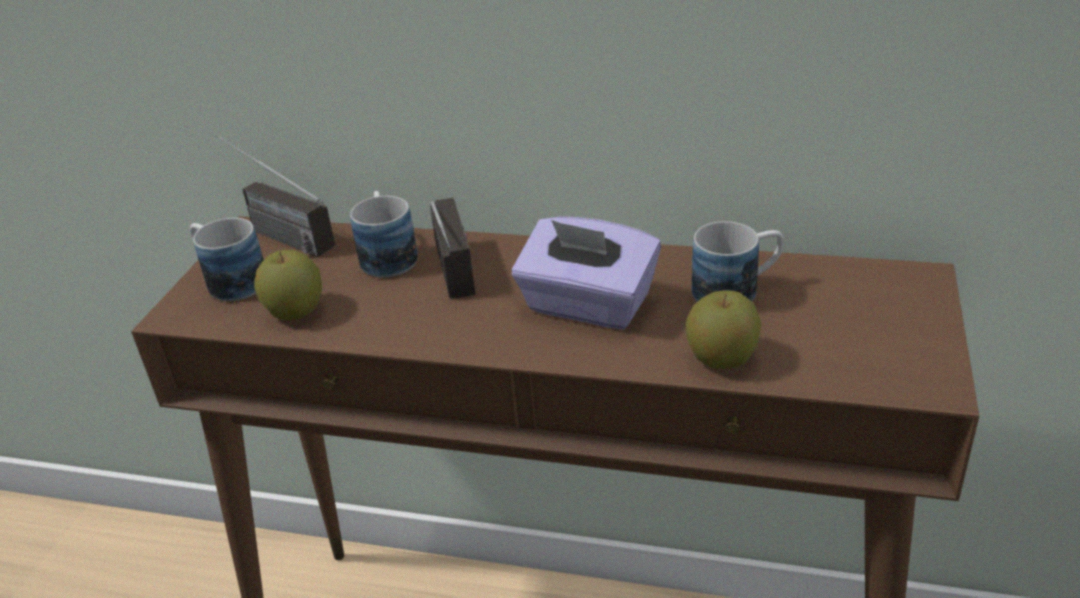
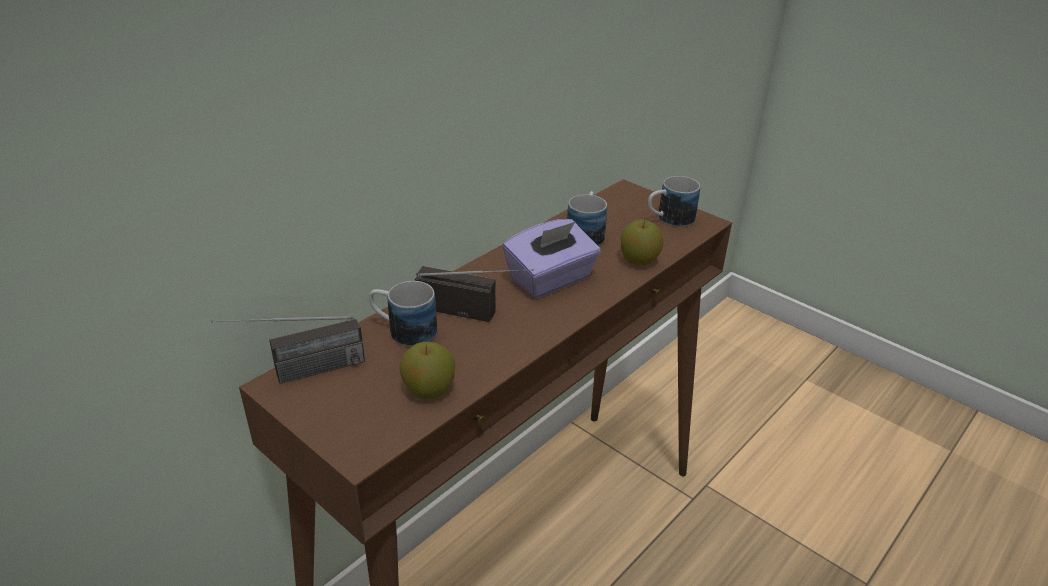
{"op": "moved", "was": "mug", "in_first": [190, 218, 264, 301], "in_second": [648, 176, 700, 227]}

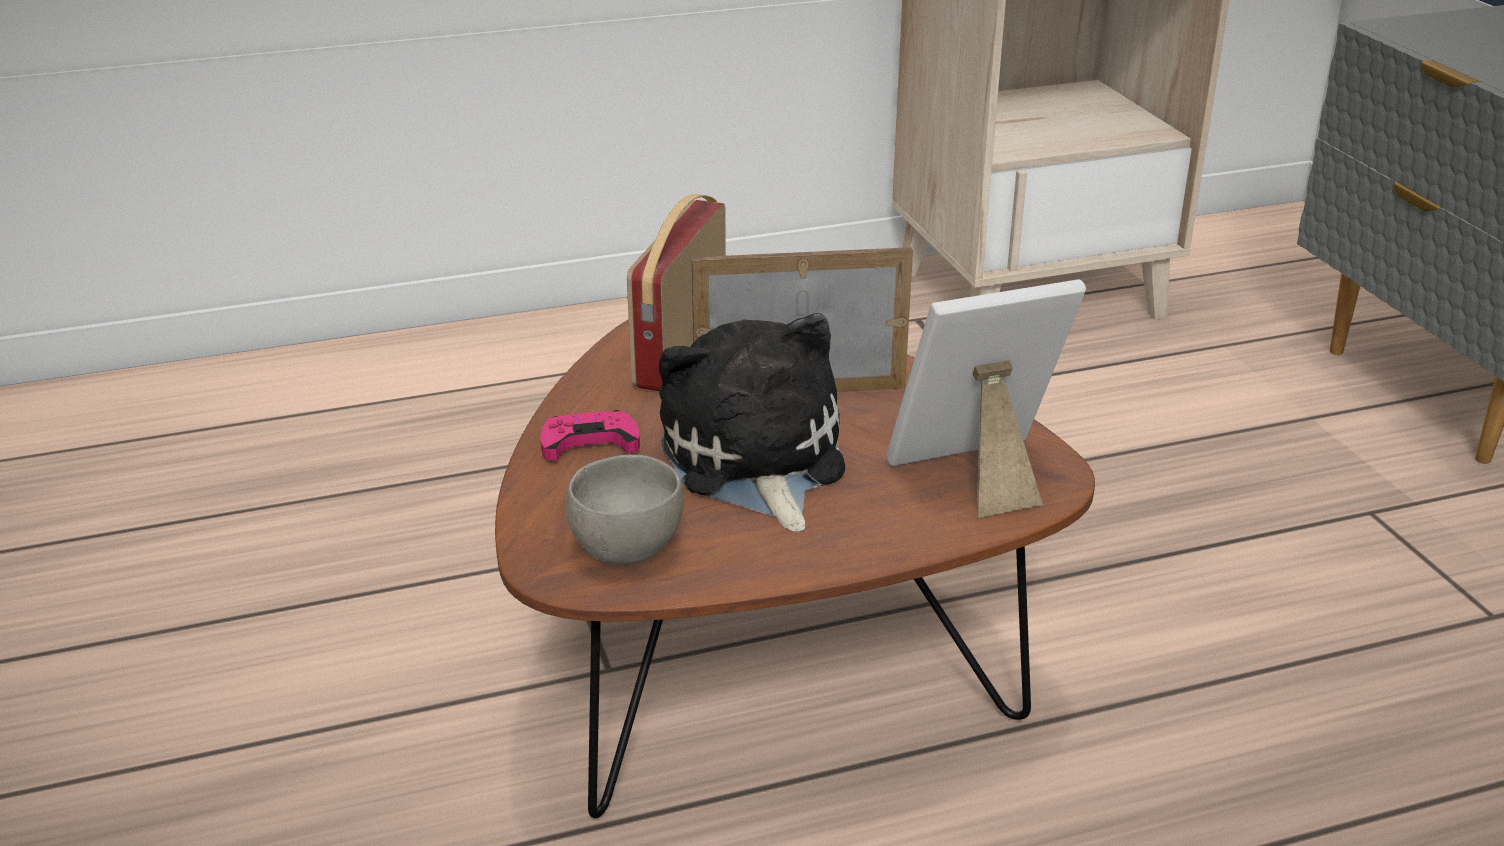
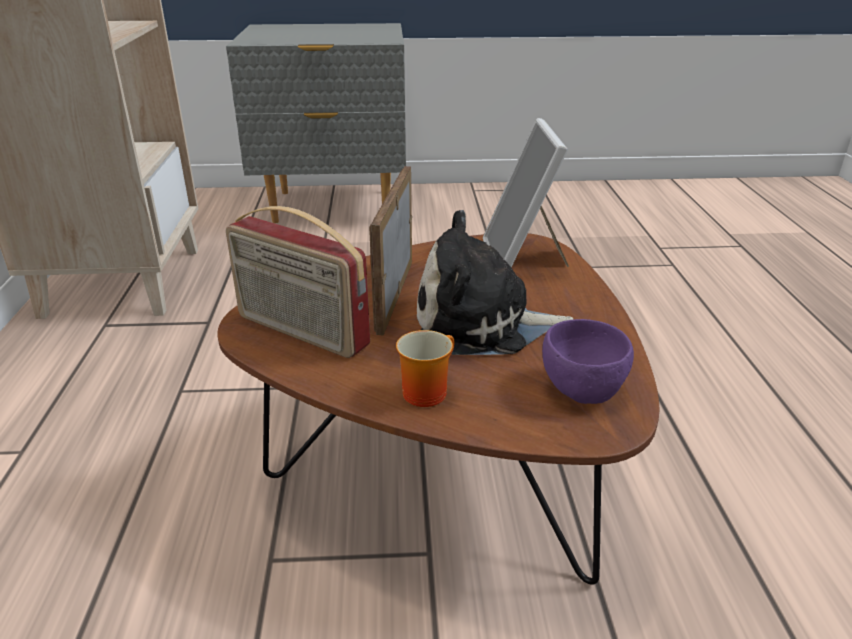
{"op": "replaced", "was": "pink game controller", "now": "mug", "in_first": [540, 410, 640, 460], "in_second": [396, 330, 455, 407]}
{"op": "recoloured", "was": "grey bowl", "now": "purple bowl", "in_first": [565, 455, 684, 564], "in_second": [542, 319, 634, 404]}

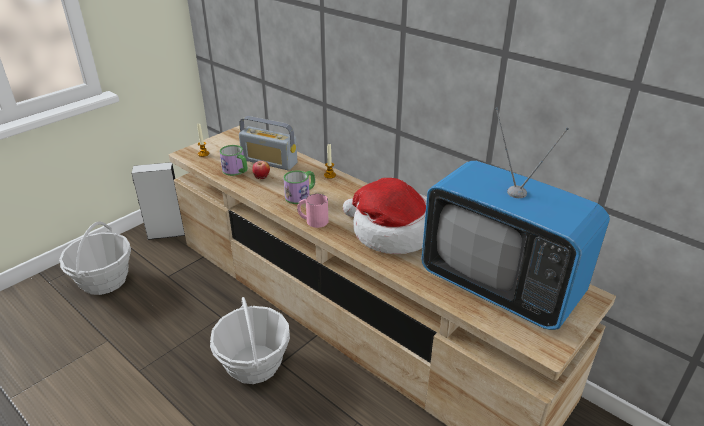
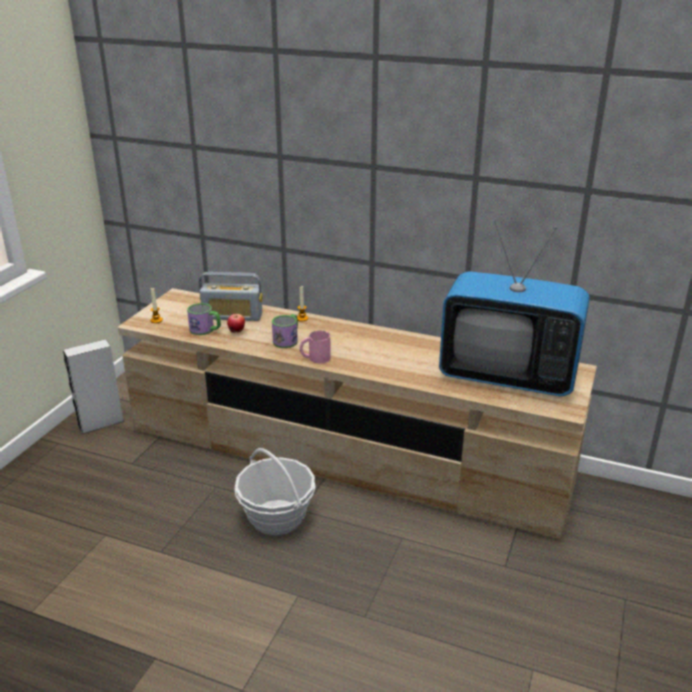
{"op": "removed", "was": "hat", "in_first": [343, 178, 427, 254]}
{"op": "removed", "was": "basket", "in_first": [59, 221, 131, 295]}

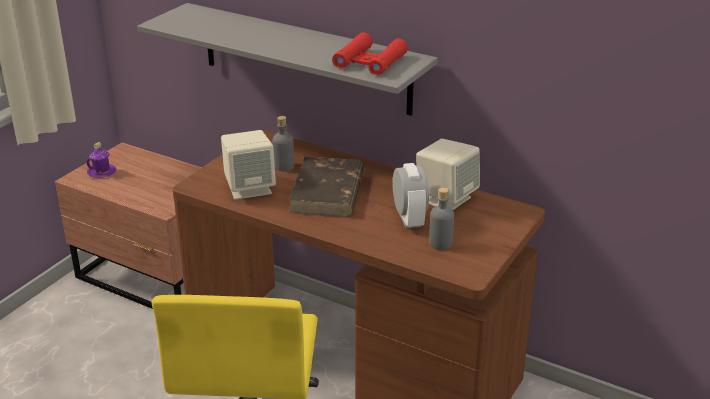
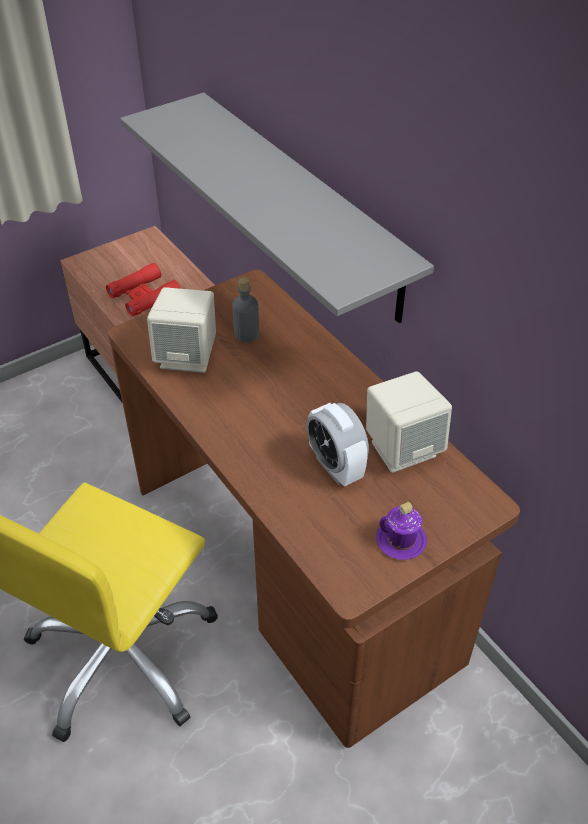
{"op": "moved", "was": "red binoculars", "in_first": [332, 32, 408, 75], "in_second": [106, 263, 181, 317]}
{"op": "moved", "was": "purple mug", "in_first": [86, 142, 116, 178], "in_second": [376, 502, 427, 560]}
{"op": "removed", "was": "brown book", "in_first": [288, 157, 364, 217]}
{"op": "turned", "was": "alarm clock", "in_first": [393, 163, 429, 229], "in_second": [307, 403, 369, 487], "clockwise": 135}
{"op": "removed", "was": "grey bottle", "in_first": [429, 188, 454, 250]}

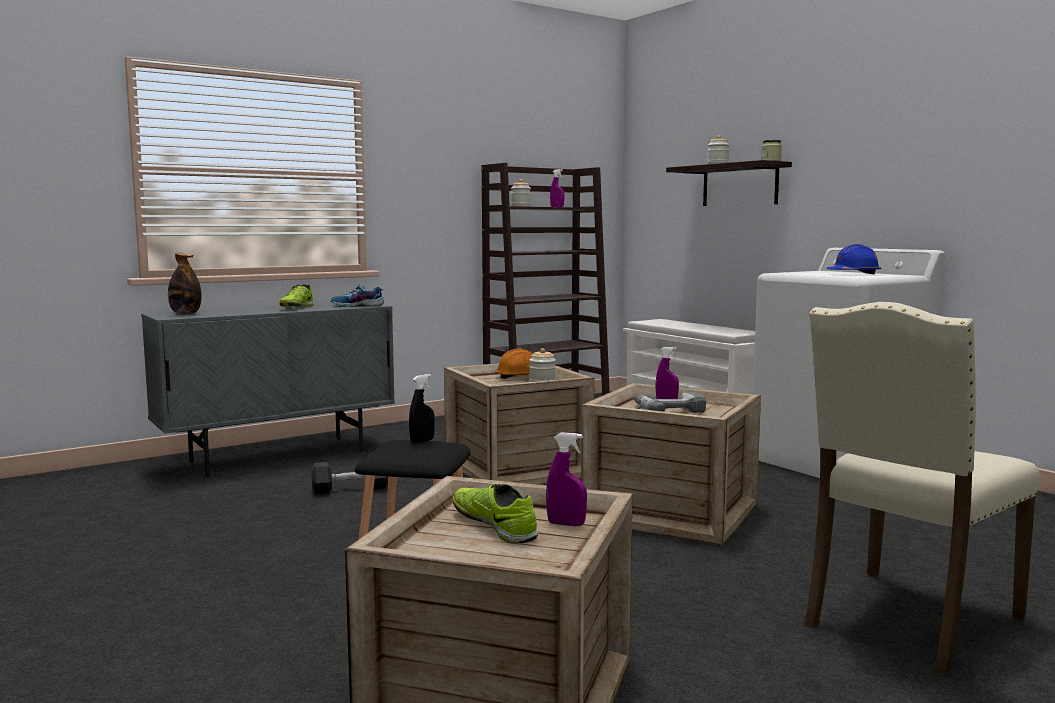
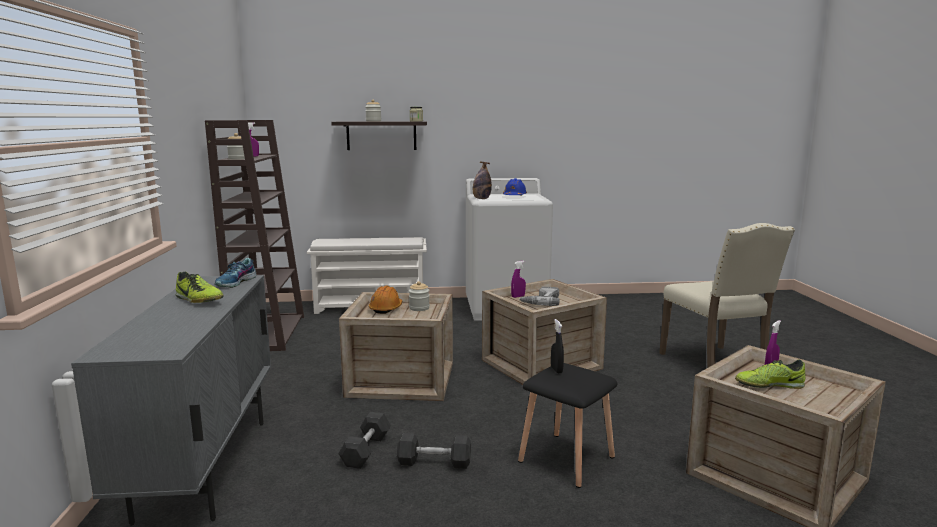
{"op": "moved", "was": "bottle", "in_first": [168, 253, 202, 315], "in_second": [473, 161, 492, 199]}
{"op": "added", "now": "grey dumbbell", "in_second": [397, 433, 471, 469]}

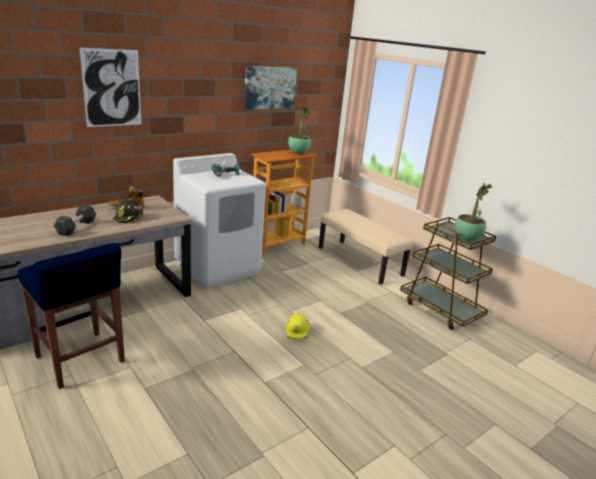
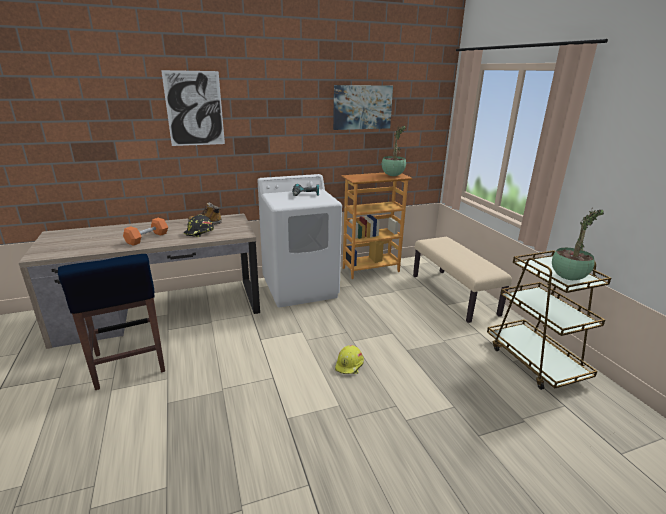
{"op": "recoloured", "was": "black dumbbell", "now": "orange dumbbell", "in_first": [54, 205, 97, 236], "in_second": [123, 218, 168, 246]}

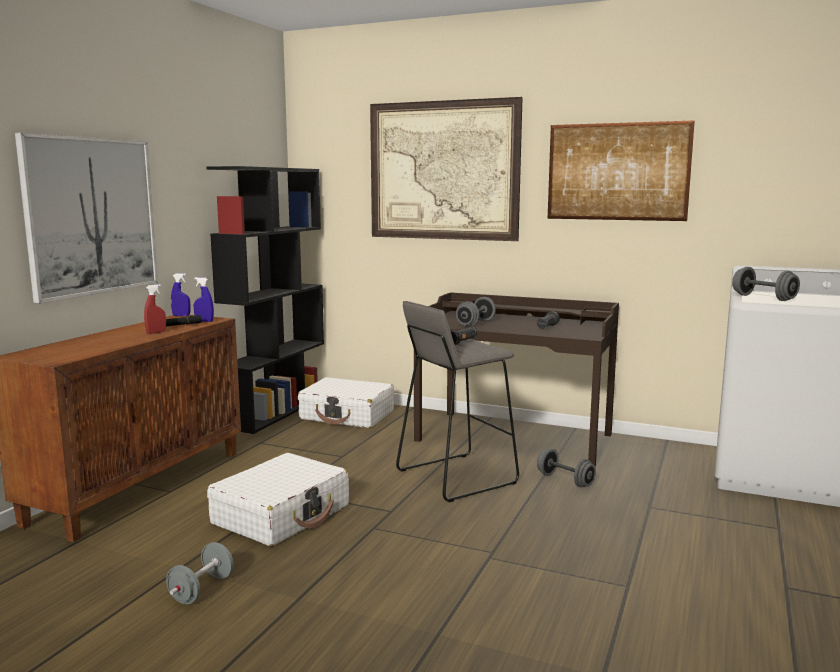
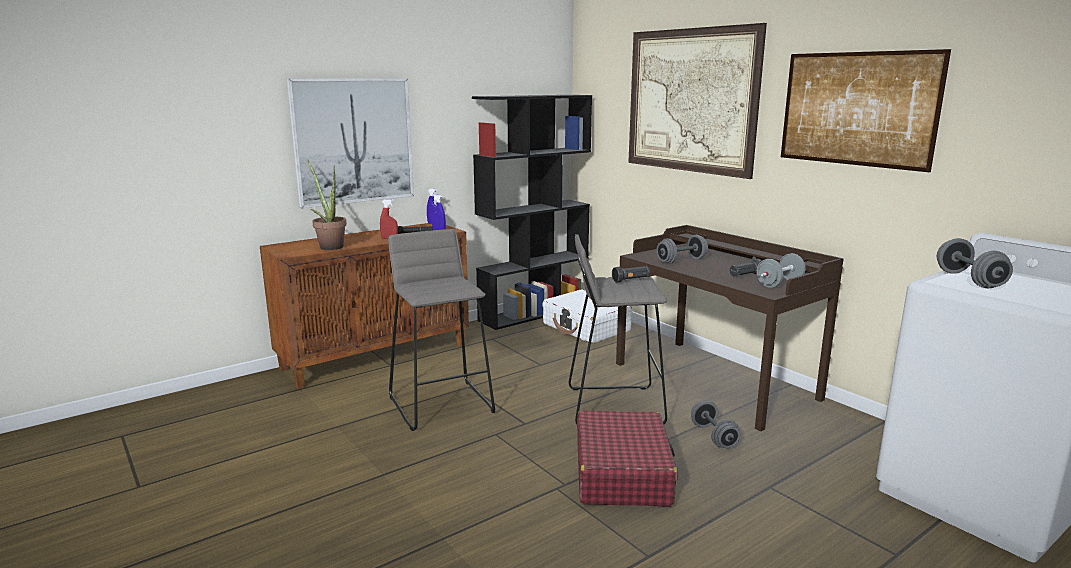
{"op": "replaced", "was": "white suitcase", "now": "grey stool", "in_first": [207, 453, 349, 546], "in_second": [388, 229, 495, 431]}
{"op": "moved", "was": "grey dumbbell", "in_first": [166, 542, 234, 604], "in_second": [757, 253, 806, 288]}
{"op": "added", "now": "potted plant", "in_second": [307, 159, 347, 250]}
{"op": "added", "now": "red suitcase", "in_second": [577, 410, 678, 507]}

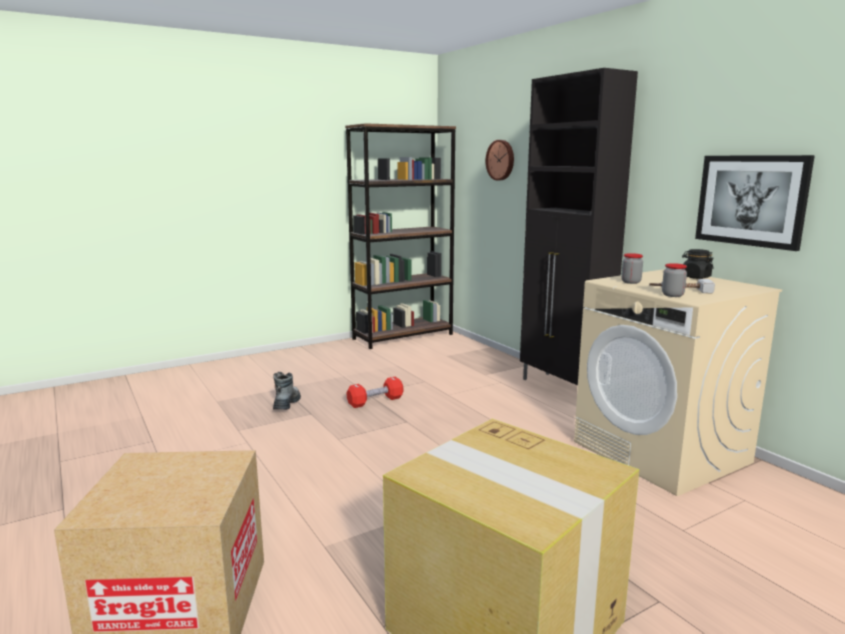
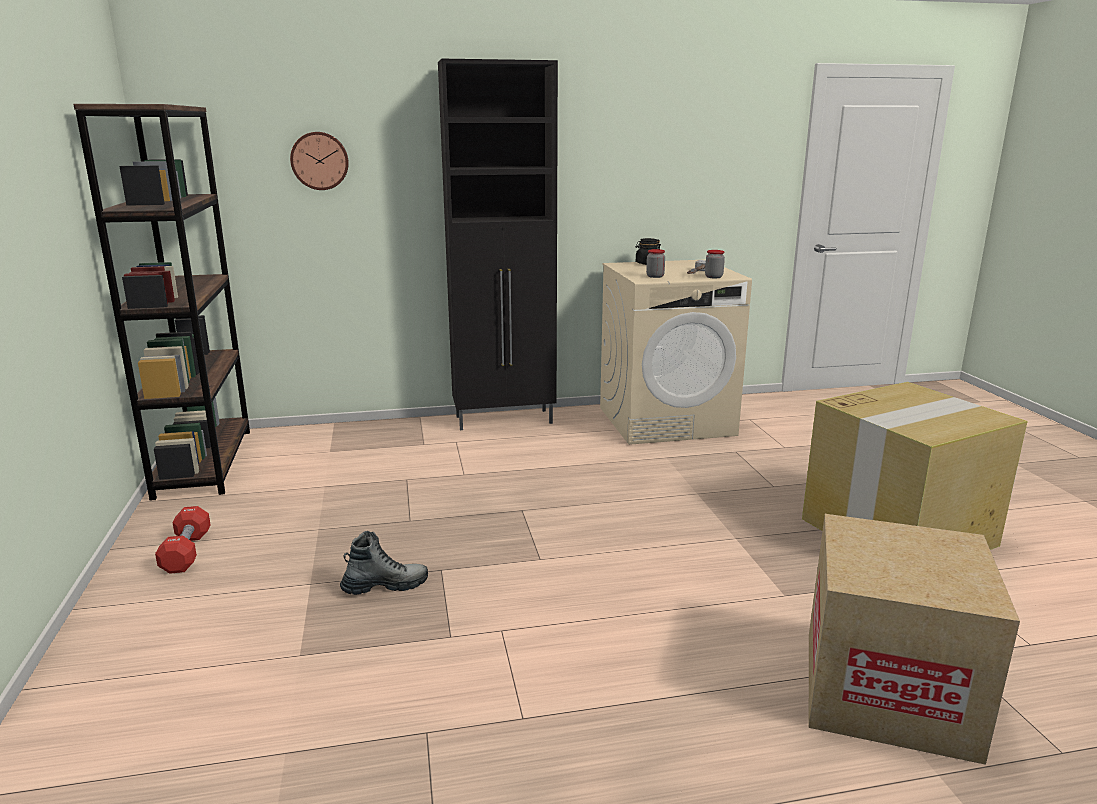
{"op": "removed", "was": "picture", "in_first": [695, 155, 815, 251]}
{"op": "turned", "was": "boot", "in_first": [273, 372, 301, 410], "in_second": [340, 531, 428, 595], "clockwise": 135}
{"op": "moved", "was": "red dumbbell", "in_first": [347, 377, 403, 408], "in_second": [155, 506, 211, 574]}

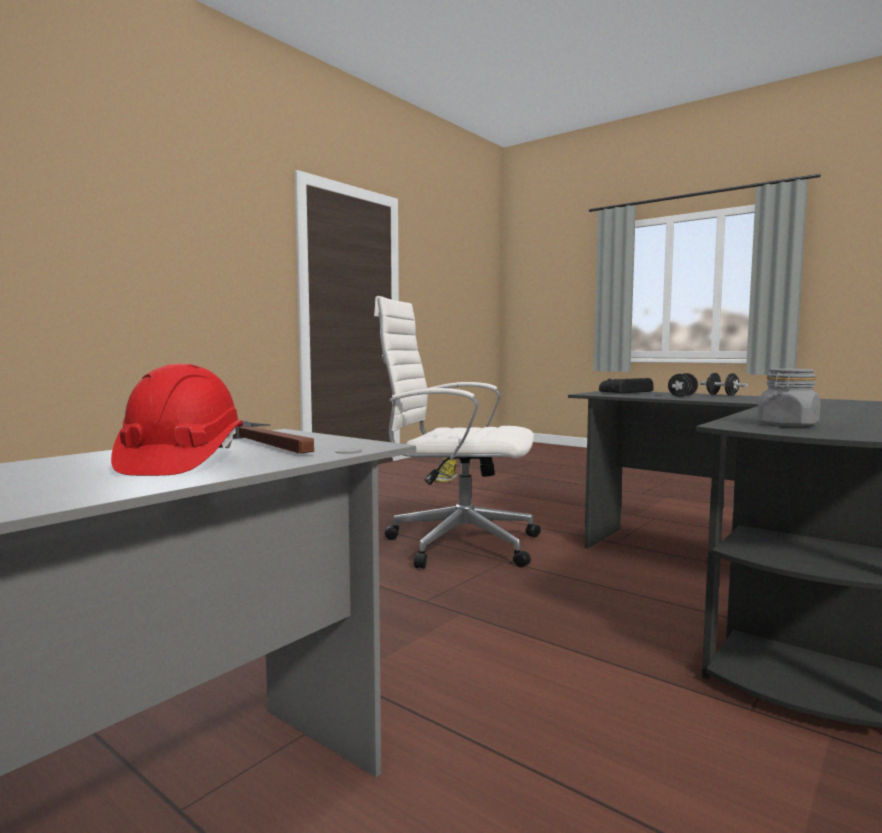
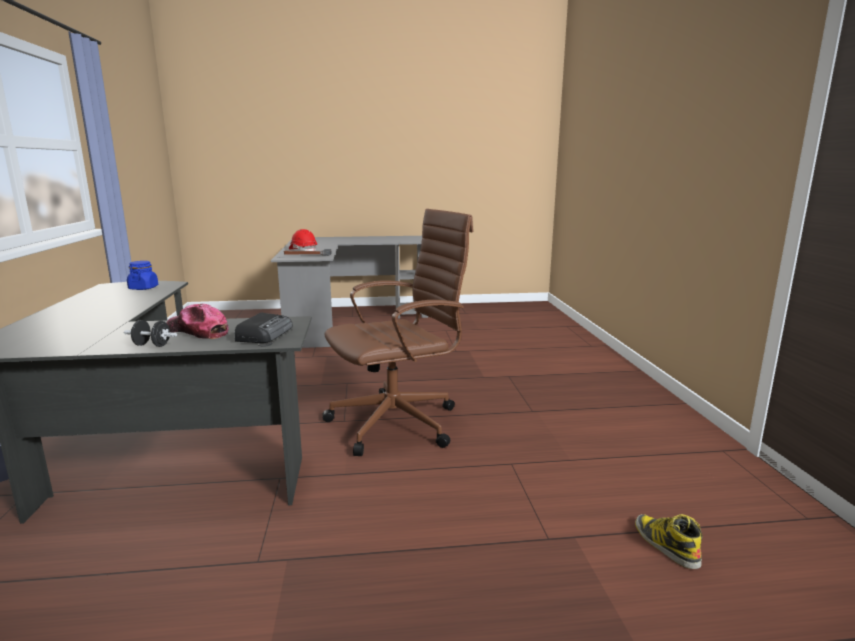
{"op": "recoloured", "was": "white office chair", "now": "brown office chair", "in_first": [374, 296, 541, 569], "in_second": [322, 209, 473, 456]}
{"op": "recoloured", "was": "grey jar", "now": "blue jar", "in_first": [757, 368, 820, 427], "in_second": [127, 261, 158, 290]}
{"op": "replaced", "was": "black dumbbell", "now": "cap", "in_first": [668, 373, 698, 397], "in_second": [167, 304, 229, 339]}

